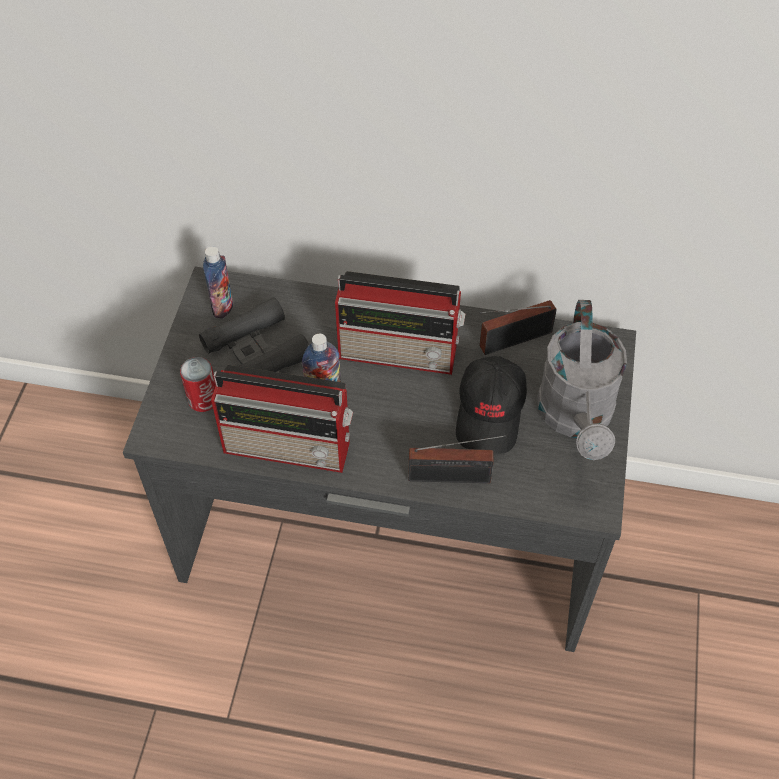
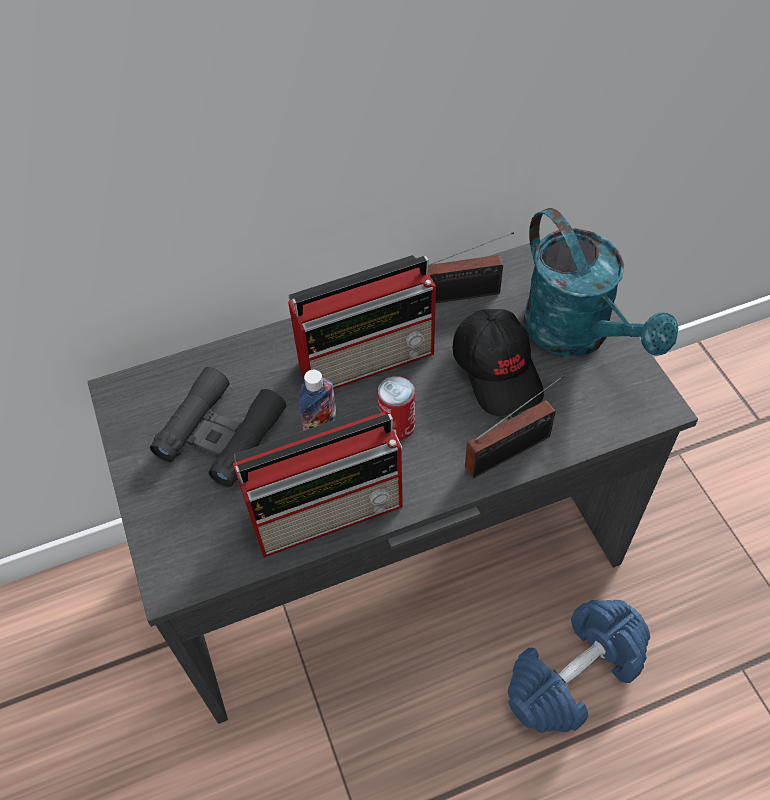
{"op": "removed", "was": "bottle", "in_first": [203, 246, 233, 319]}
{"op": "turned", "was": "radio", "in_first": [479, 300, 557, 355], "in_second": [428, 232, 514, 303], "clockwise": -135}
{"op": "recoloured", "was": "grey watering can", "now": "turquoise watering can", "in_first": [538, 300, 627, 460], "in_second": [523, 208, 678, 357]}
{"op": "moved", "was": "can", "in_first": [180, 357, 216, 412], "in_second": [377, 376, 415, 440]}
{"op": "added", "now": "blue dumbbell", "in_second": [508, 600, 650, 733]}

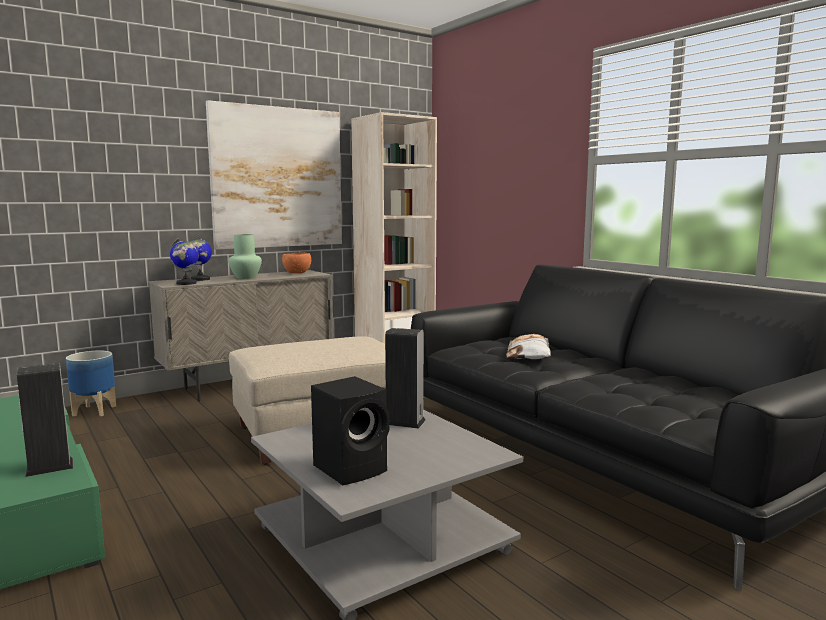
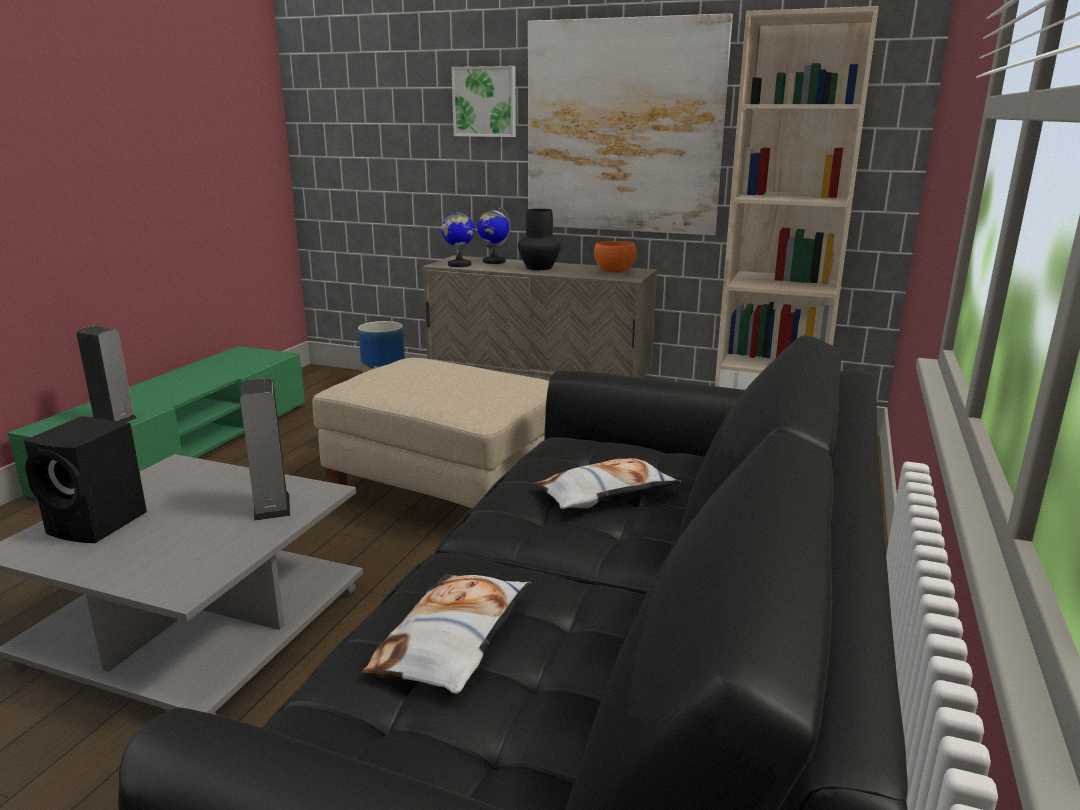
{"op": "recoloured", "was": "green vase", "now": "black vase", "in_first": [228, 234, 262, 279], "in_second": [518, 209, 561, 270]}
{"op": "added", "now": "picture", "in_second": [451, 66, 516, 137]}
{"op": "added", "now": "pillow", "in_second": [362, 574, 531, 694]}

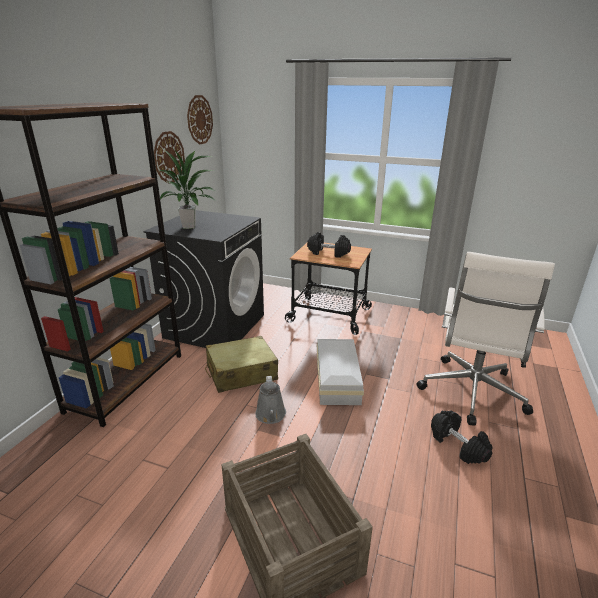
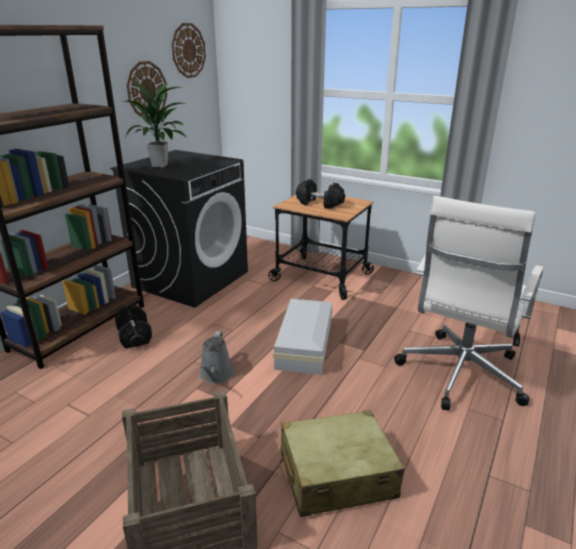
{"op": "moved", "was": "beige suitcase", "in_first": [205, 336, 278, 393], "in_second": [279, 410, 404, 517]}
{"op": "moved", "was": "black dumbbell", "in_first": [431, 410, 492, 464], "in_second": [115, 305, 152, 349]}

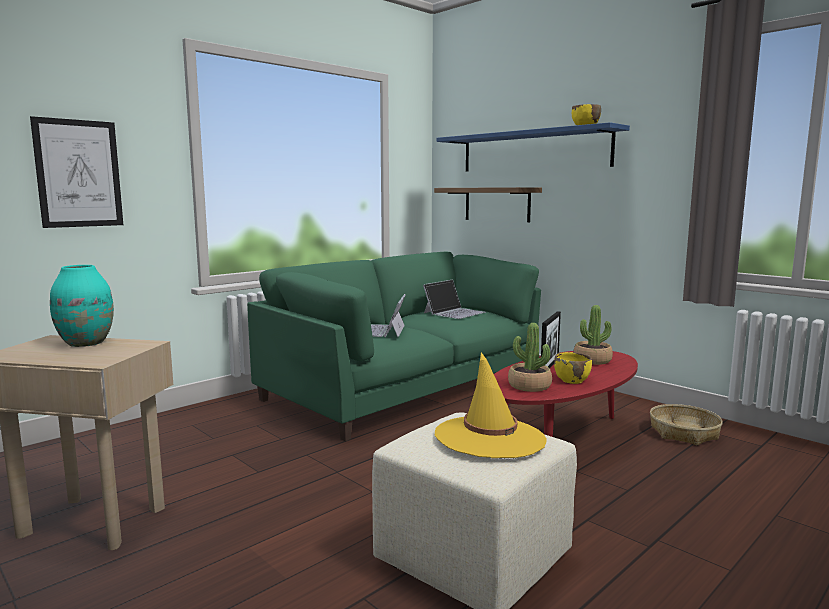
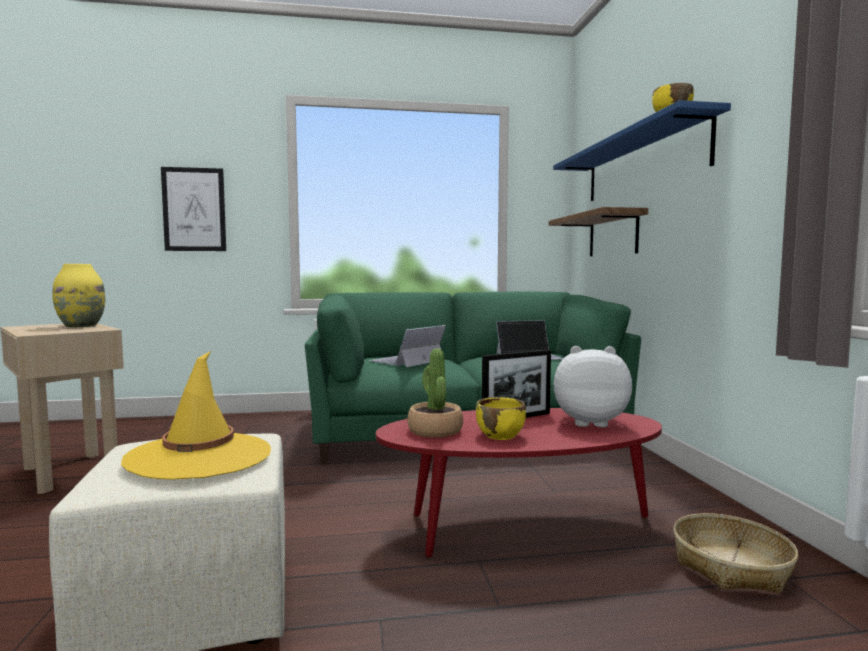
{"op": "recoloured", "was": "turquoise vase", "now": "yellow vase", "in_first": [50, 265, 114, 347], "in_second": [52, 264, 105, 327]}
{"op": "replaced", "was": "potted plant", "now": "plush toy", "in_first": [573, 305, 613, 365], "in_second": [554, 346, 632, 427]}

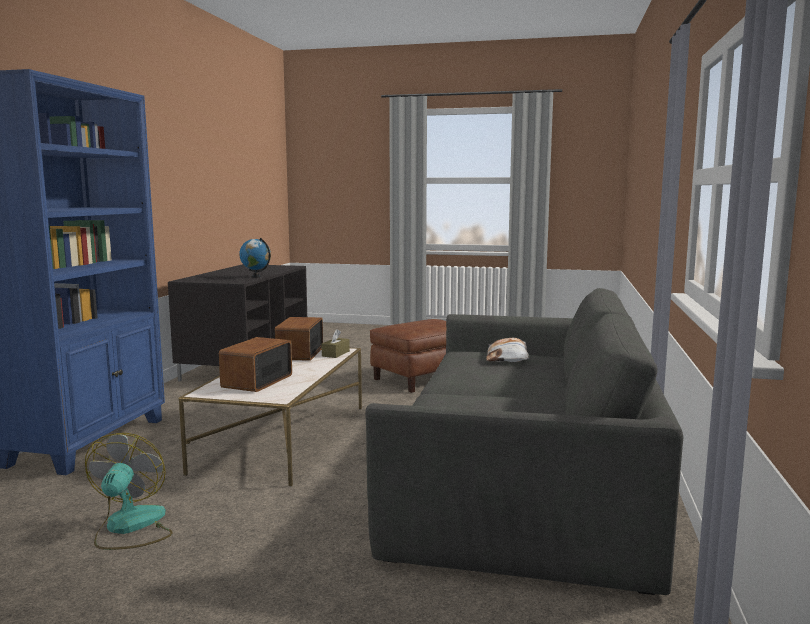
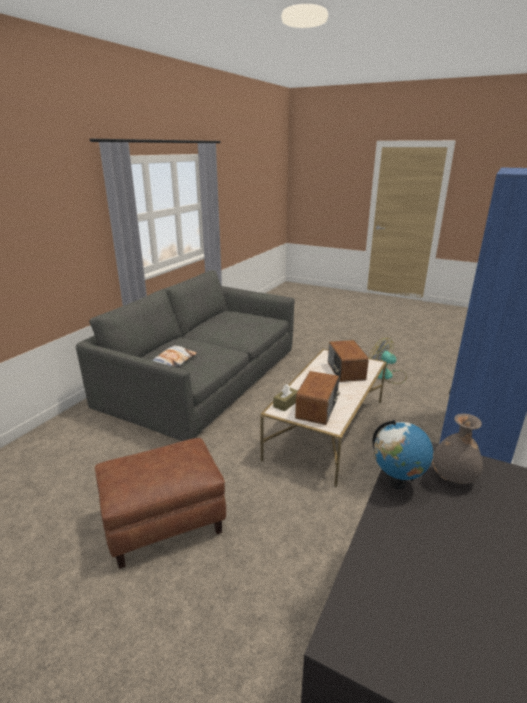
{"op": "turned", "was": "radio", "in_first": [219, 337, 292, 392], "in_second": [328, 340, 369, 382], "clockwise": 135}
{"op": "turned", "was": "fan", "in_first": [85, 433, 172, 550], "in_second": [369, 338, 407, 384], "clockwise": 120}
{"op": "added", "now": "grey vase", "in_second": [432, 414, 483, 484]}

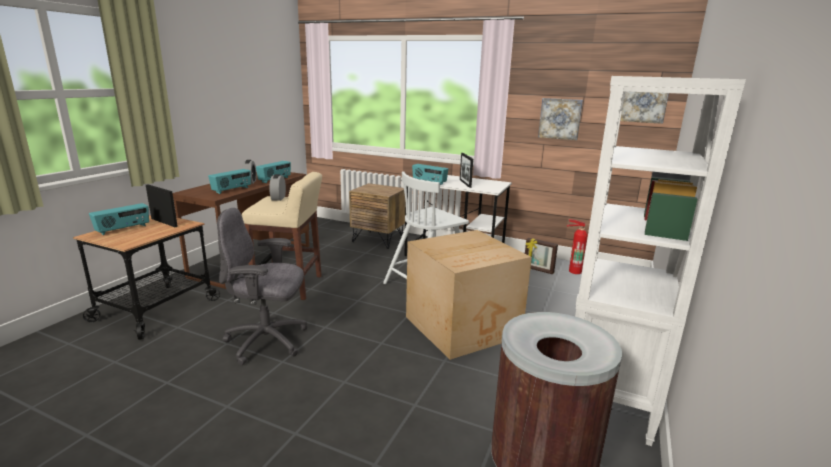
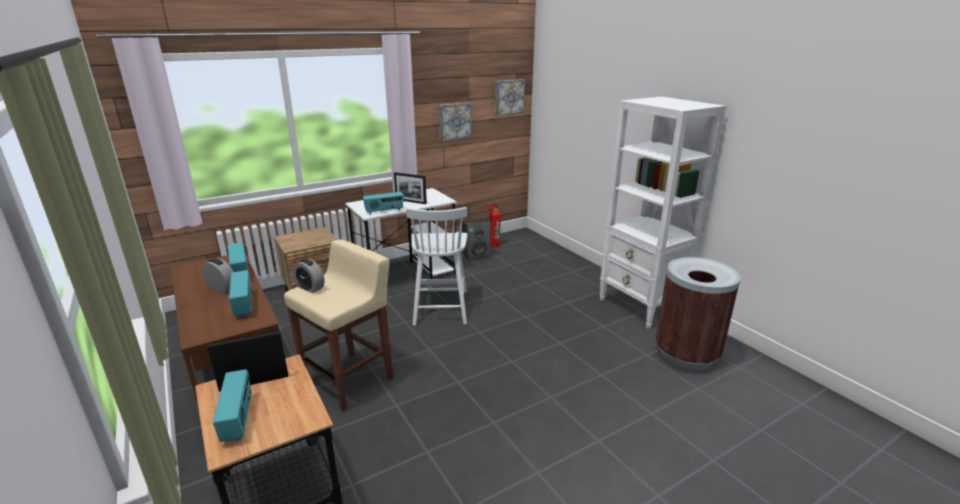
{"op": "removed", "was": "grey office chair", "in_first": [217, 208, 307, 365]}
{"op": "removed", "was": "cardboard box", "in_first": [406, 230, 532, 360]}
{"op": "replaced", "was": "picture frame", "now": "speaker", "in_first": [525, 238, 558, 274], "in_second": [462, 217, 491, 261]}

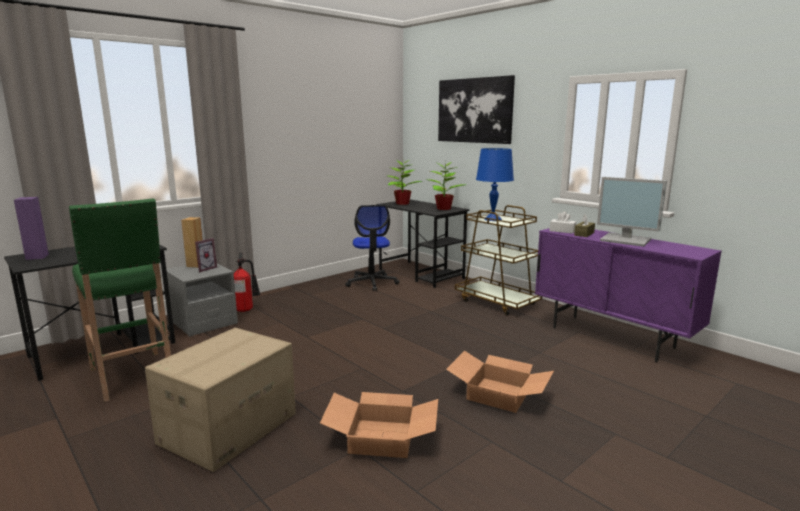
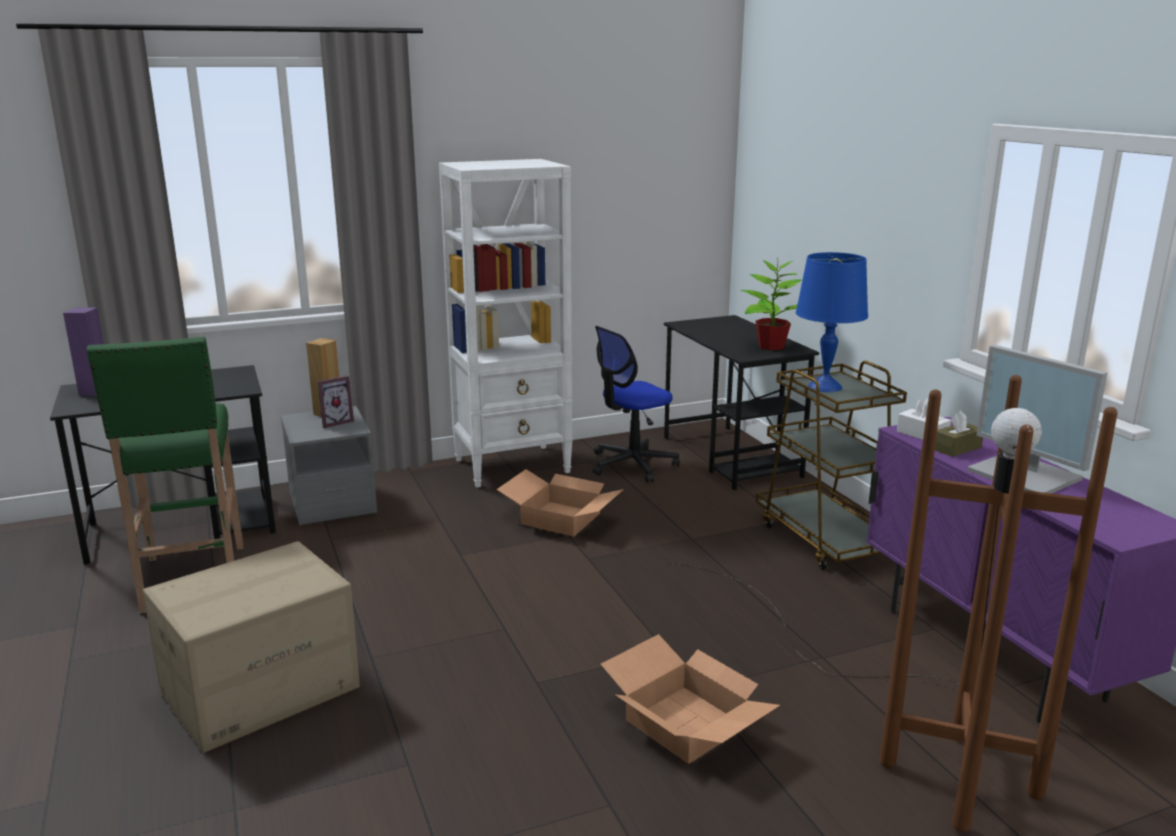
{"op": "removed", "was": "picture", "in_first": [438, 75, 515, 144]}
{"op": "removed", "was": "potted plant", "in_first": [388, 157, 423, 205]}
{"op": "turned", "was": "office chair", "in_first": [345, 205, 399, 291], "in_second": [593, 326, 680, 482], "clockwise": 45}
{"op": "removed", "was": "fire extinguisher", "in_first": [234, 253, 260, 312]}
{"op": "moved", "was": "cardboard box", "in_first": [320, 392, 438, 458], "in_second": [496, 469, 624, 536]}
{"op": "added", "now": "white bookcase", "in_second": [439, 159, 573, 488]}
{"op": "added", "now": "brown floor lamp", "in_second": [668, 375, 1118, 833]}

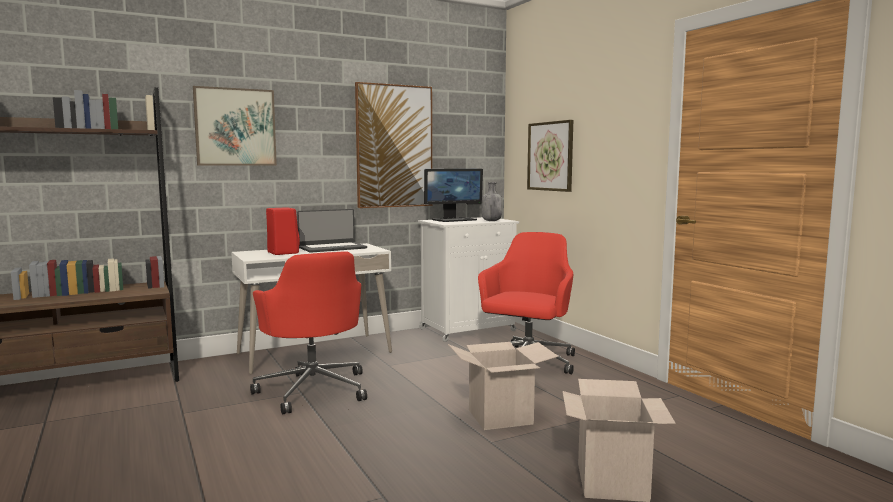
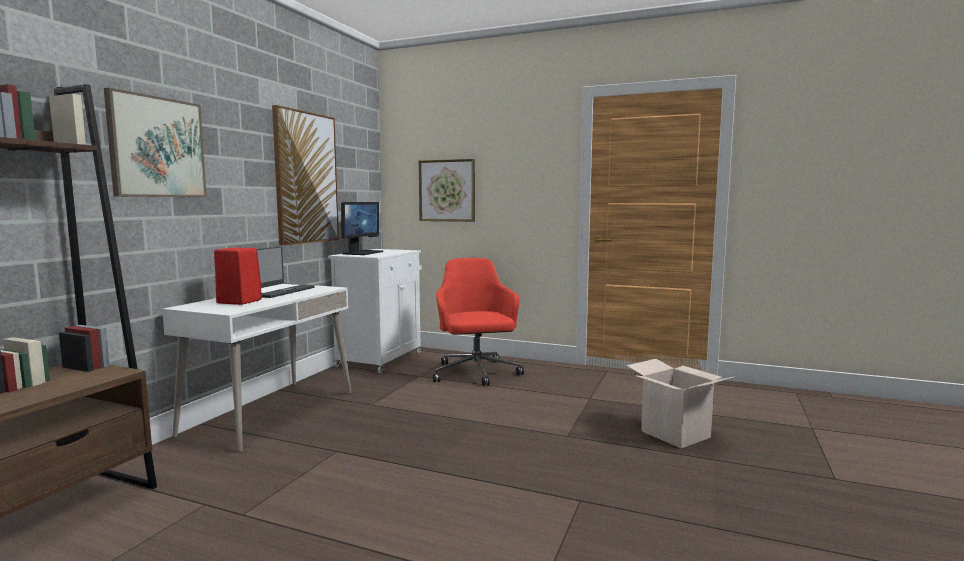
{"op": "removed", "was": "grey bottle", "in_first": [482, 182, 503, 221]}
{"op": "removed", "was": "red office chair", "in_first": [250, 251, 367, 414]}
{"op": "removed", "was": "cardboard box", "in_first": [448, 342, 559, 430]}

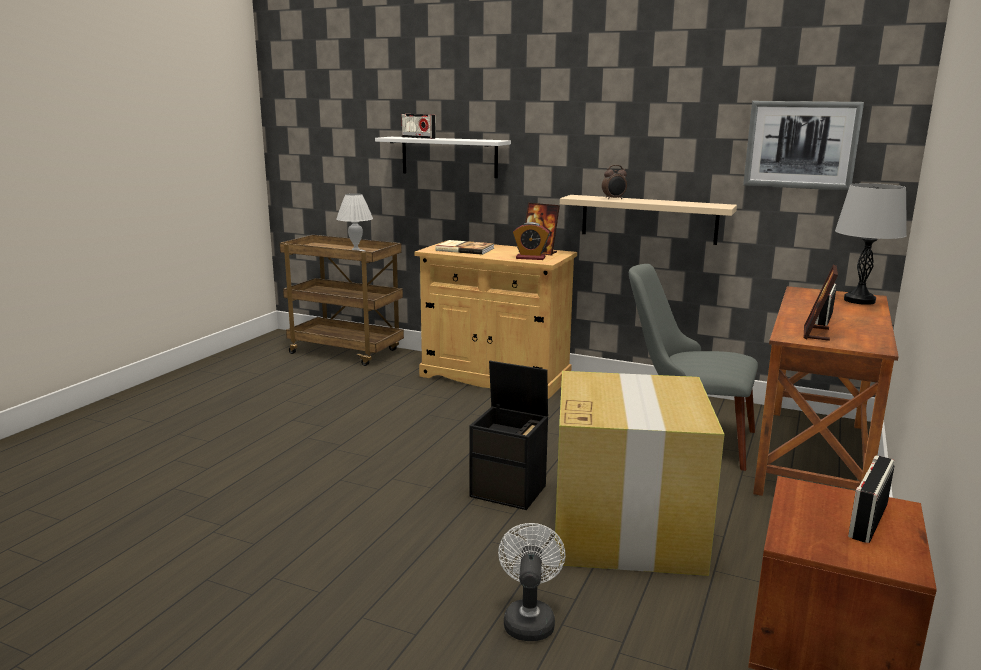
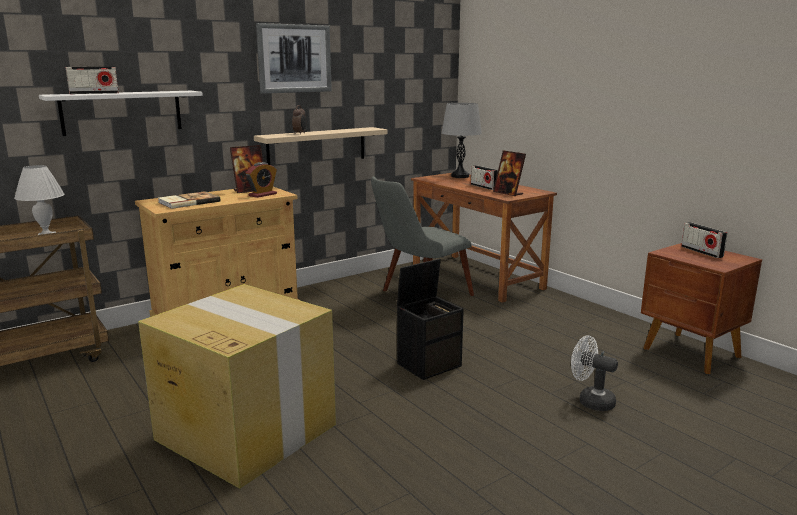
{"op": "moved", "was": "picture", "in_first": [743, 101, 864, 191], "in_second": [256, 23, 332, 94]}
{"op": "moved", "was": "cardboard box", "in_first": [555, 371, 724, 576], "in_second": [138, 284, 336, 489]}

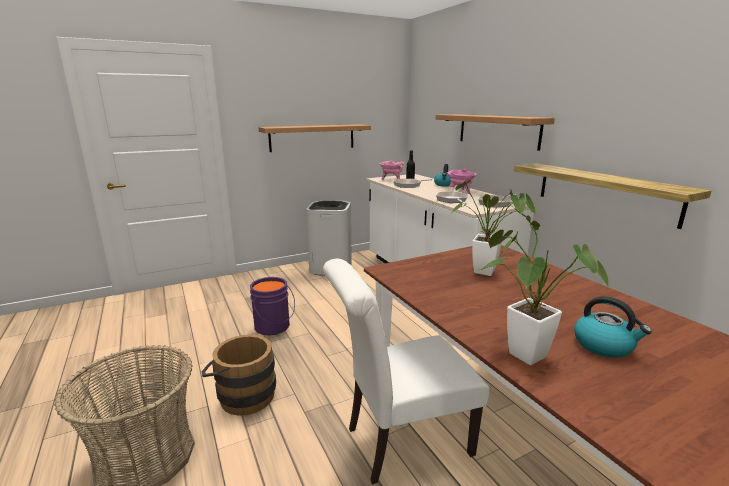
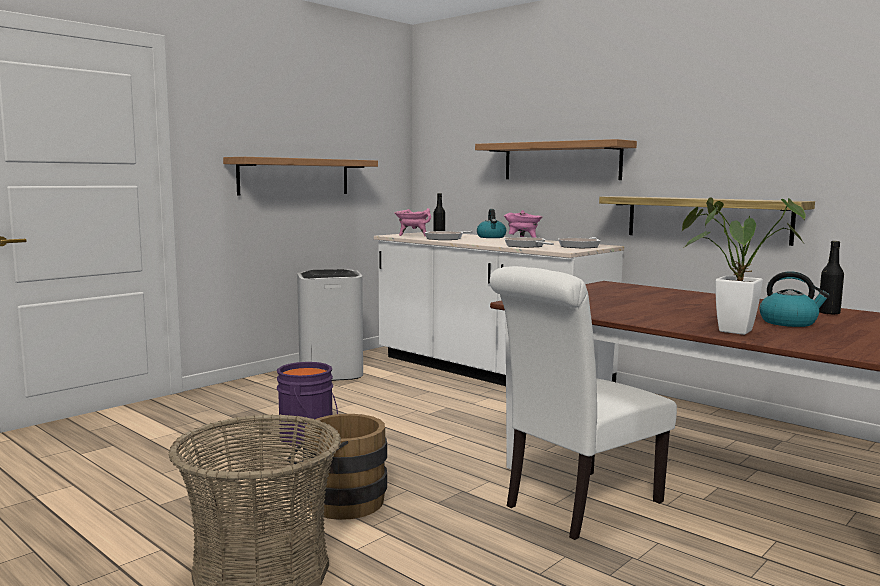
{"op": "removed", "was": "potted plant", "in_first": [452, 180, 536, 276]}
{"op": "added", "now": "black bottle", "in_second": [819, 241, 844, 315]}

